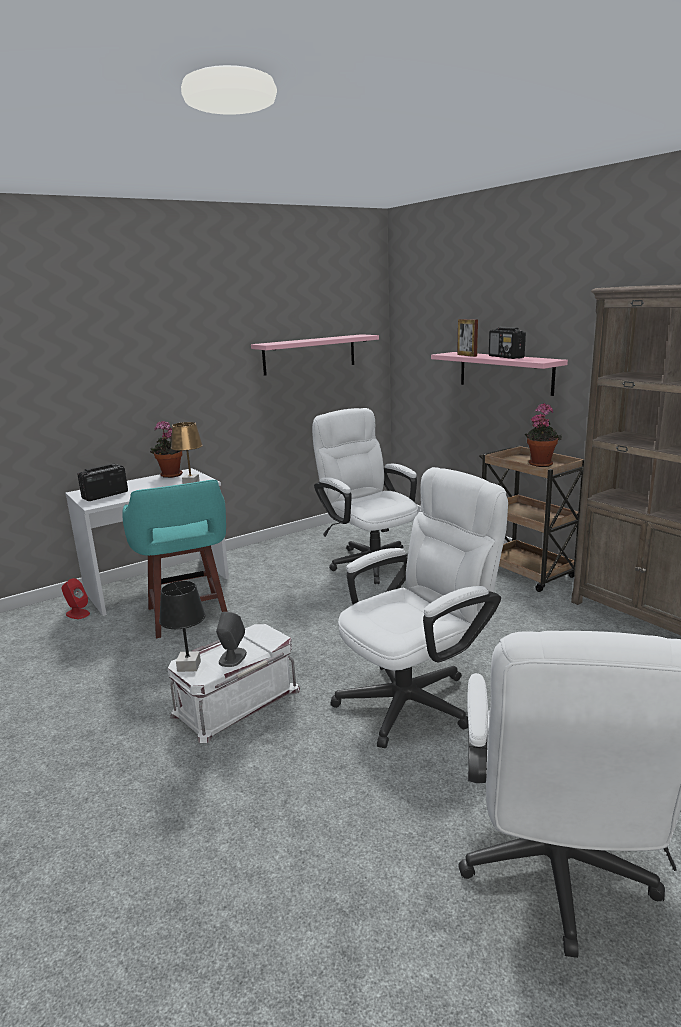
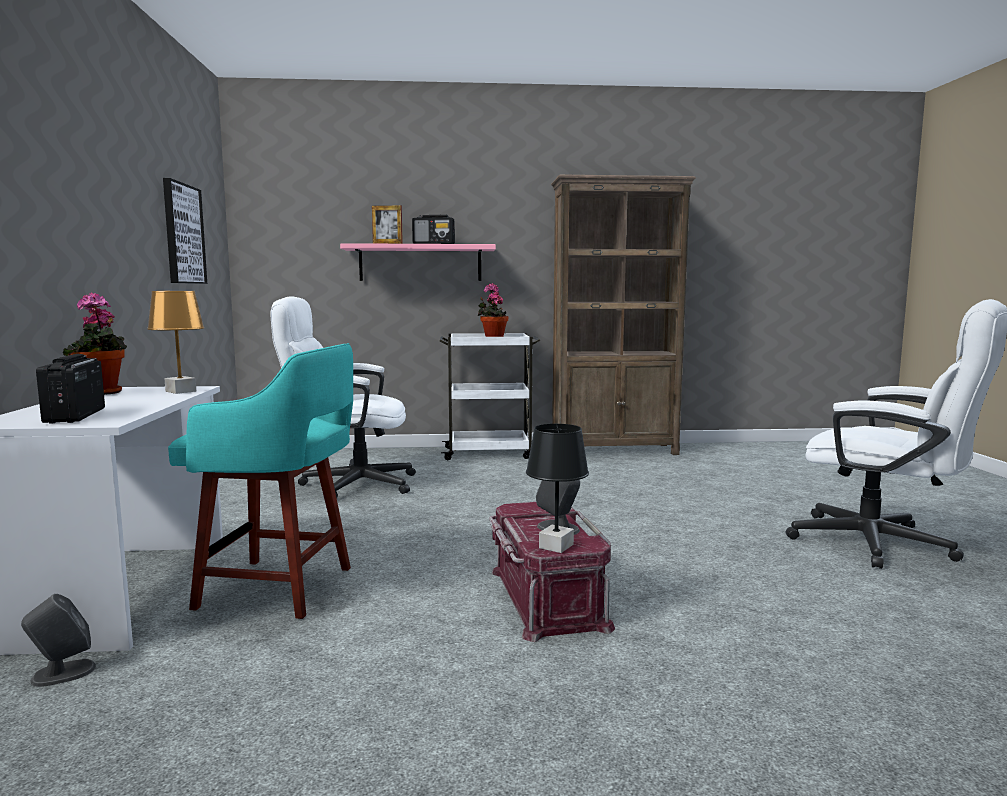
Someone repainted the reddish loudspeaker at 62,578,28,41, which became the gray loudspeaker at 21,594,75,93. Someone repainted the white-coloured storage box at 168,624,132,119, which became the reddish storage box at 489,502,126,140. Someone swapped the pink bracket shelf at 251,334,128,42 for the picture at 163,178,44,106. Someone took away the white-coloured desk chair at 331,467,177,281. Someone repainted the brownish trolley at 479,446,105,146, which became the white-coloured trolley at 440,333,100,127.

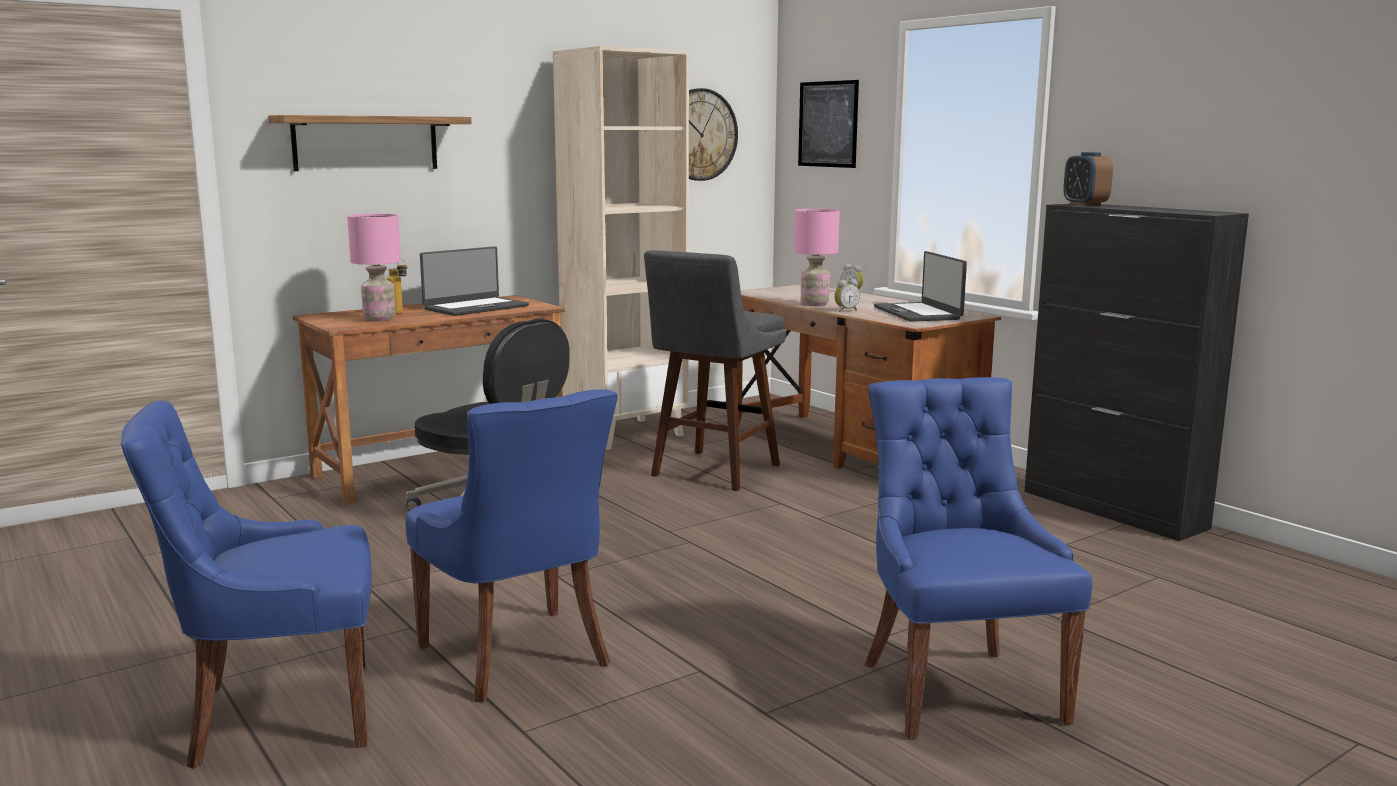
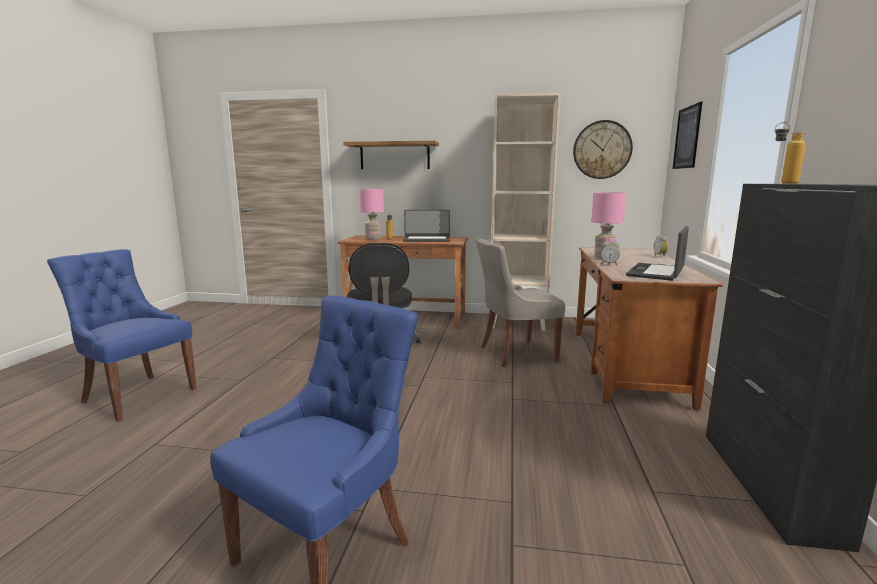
Someone took away the blue-coloured upright chair at 405,390,213,313. Someone swapped the gray sitting stool at 644,250,142,241 for the gray upright chair at 476,239,89,128. Someone swapped the alarm clock at 1063,152,50,54 for the bottle at 775,122,31,61.

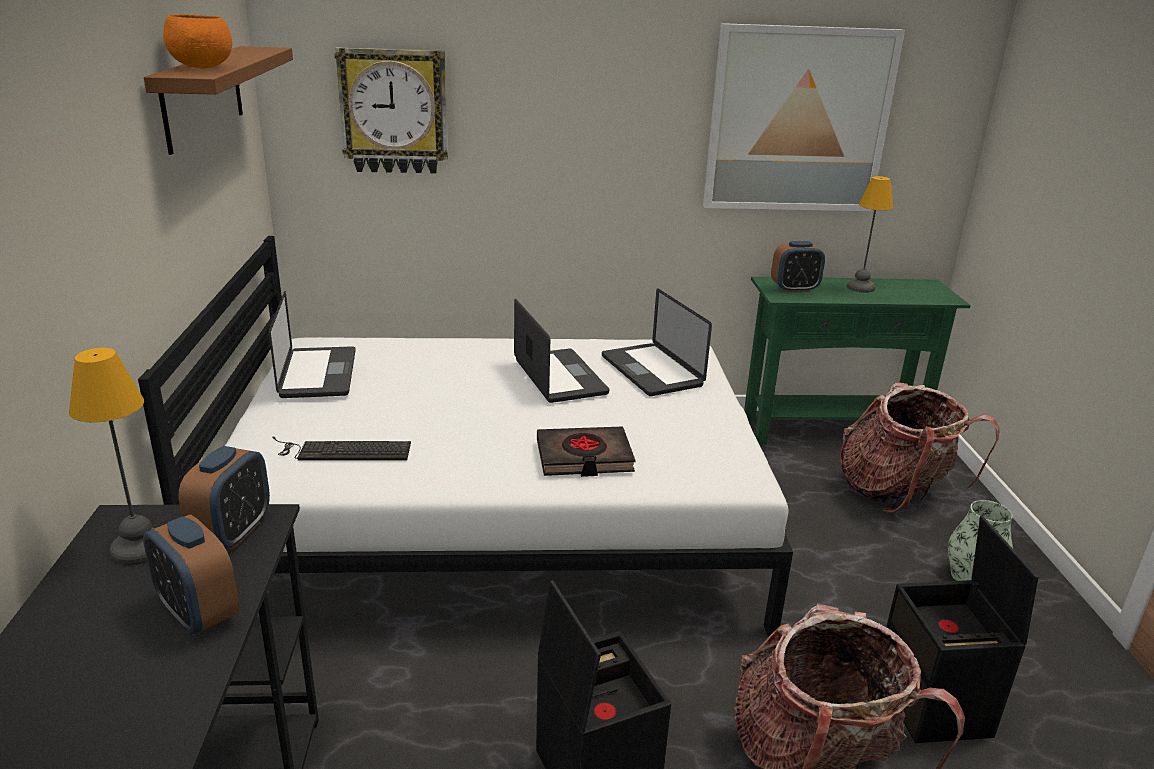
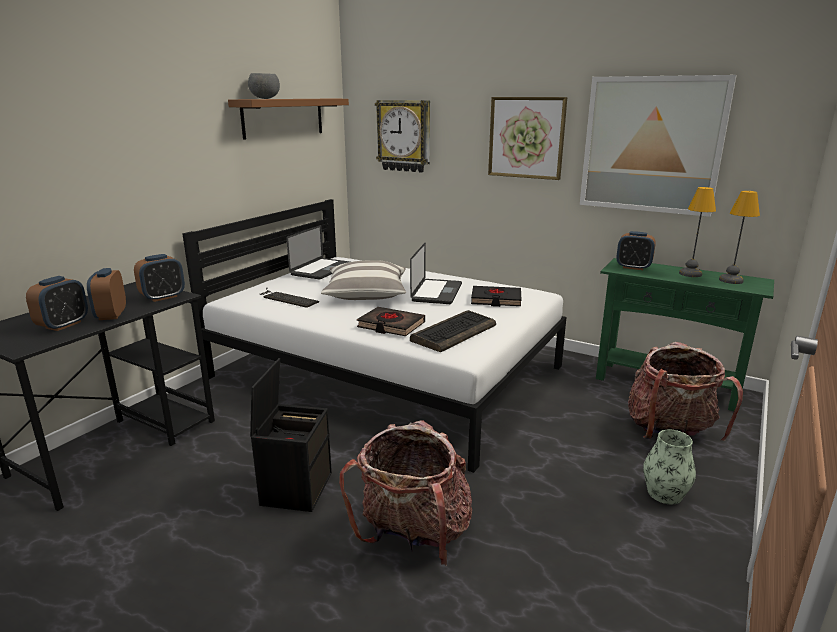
Someone carried the lamp for a table from 69,348,86,217 to 719,191,41,93. Someone repainted the orange-coloured bowl at 163,15,69,53, which became the gray bowl at 248,73,32,26. Someone swapped the laptop at 602,288,110,108 for the blackish bound book at 471,286,51,21. Someone took away the blackish storage box at 886,516,152,227. Someone put down the alarm clock at 26,276,62,55. Someone put down the cushion at 321,260,85,40. Someone put down the keyboard at 410,310,86,42. Someone put up the picture at 488,97,79,83.

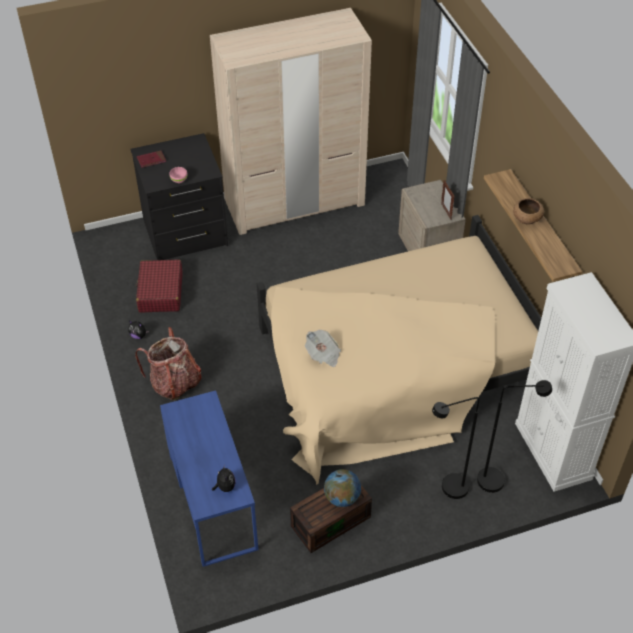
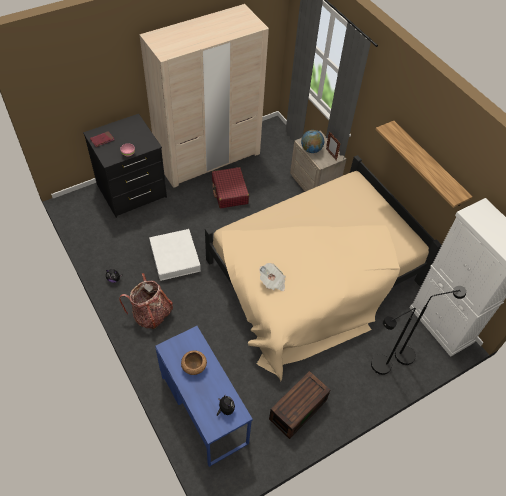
Someone carried the reddish travel case from 136,259,47,54 to 212,167,37,42. Someone carried the world globe from 324,469,37,38 to 301,130,23,23. Someone carried the brownish bowl from 513,198,31,27 to 181,350,26,25. Someone put down the white-coloured storage box at 149,229,52,52.

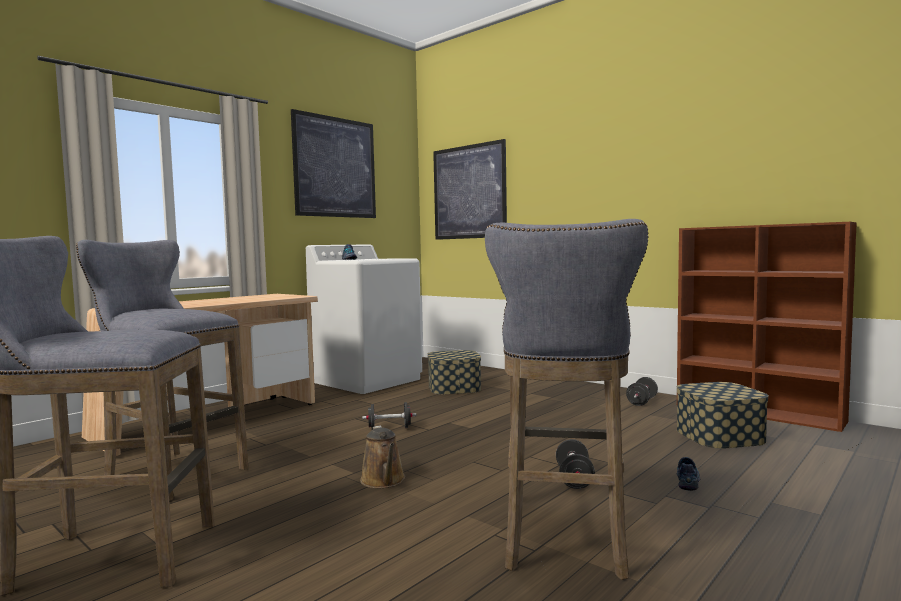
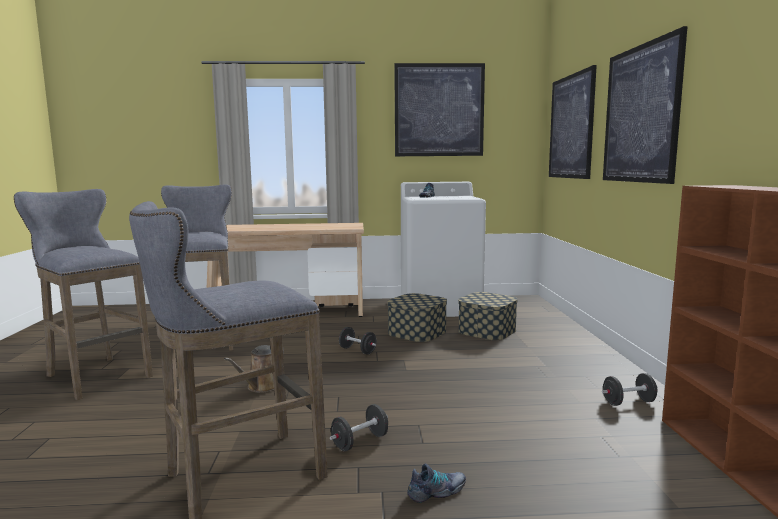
Someone carried the storage box from 676,382,93,67 to 387,293,60,49. Someone put up the picture at 603,26,85,158.

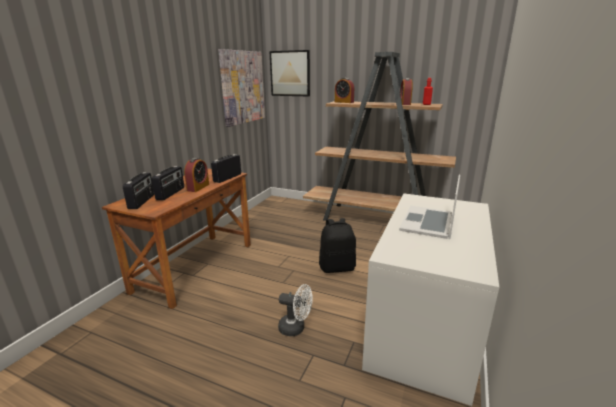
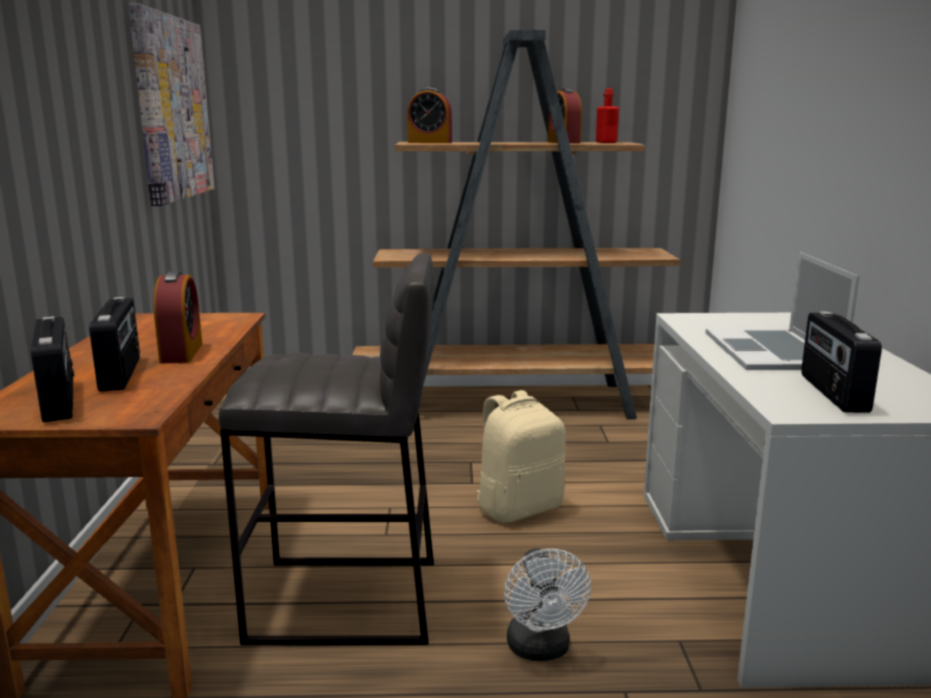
Someone carried the radio from 211,154,30,29 to 801,312,81,101. Someone took away the picture at 269,50,41,46. Someone rotated the white-coloured electric fan at 278,284,35,52 by 90 degrees clockwise. Someone repainted the blackish backpack at 319,218,37,55, which became the sand-coloured backpack at 476,390,90,133. Someone put down the gray sitting stool at 219,253,215,392.

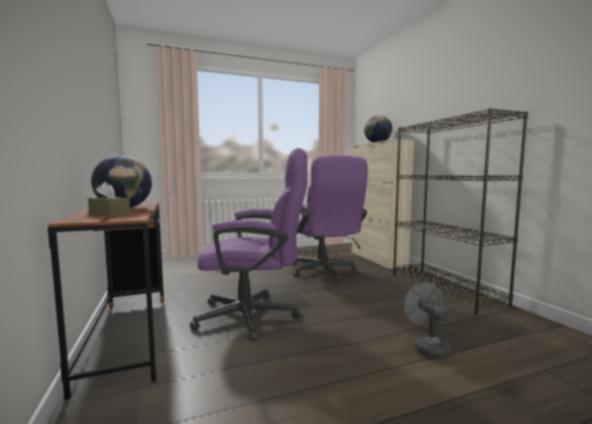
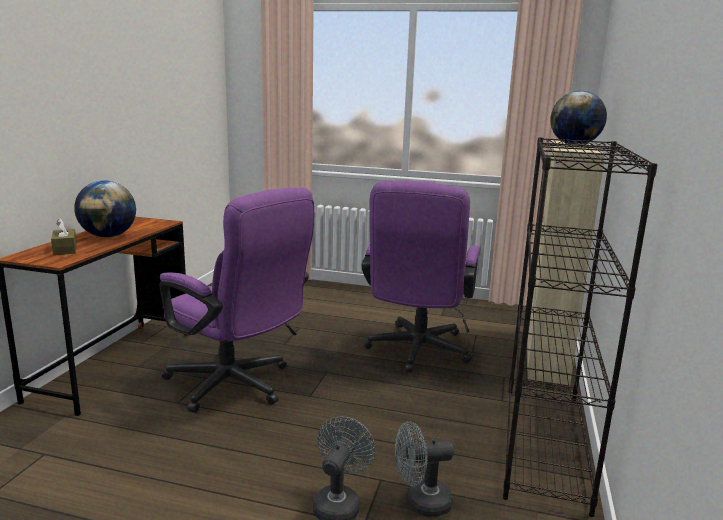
Someone put down the gray electric fan at 395,421,59,96.

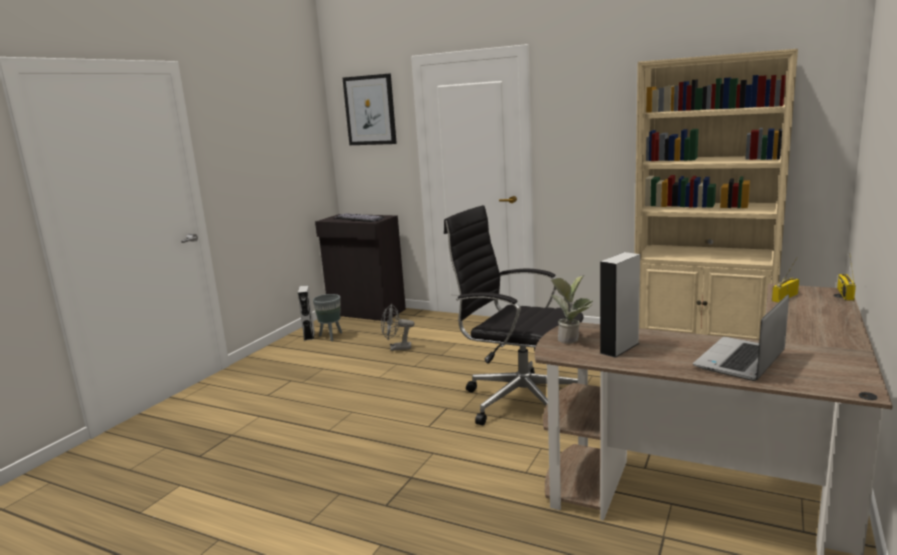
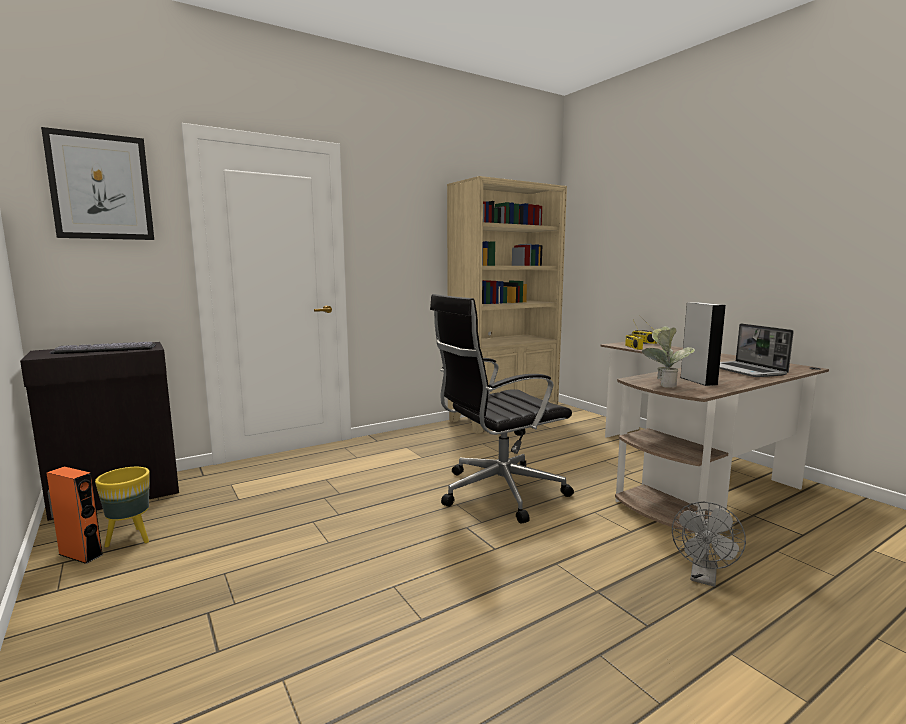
Someone repainted the gray loudspeaker at 298,285,17,55, which became the orange-coloured loudspeaker at 46,466,57,98. Someone repainted the gray flower pot at 313,294,29,47, which became the yellowish flower pot at 95,467,55,80. Someone carried the gray electric fan from 381,304,33,47 to 672,502,74,85.

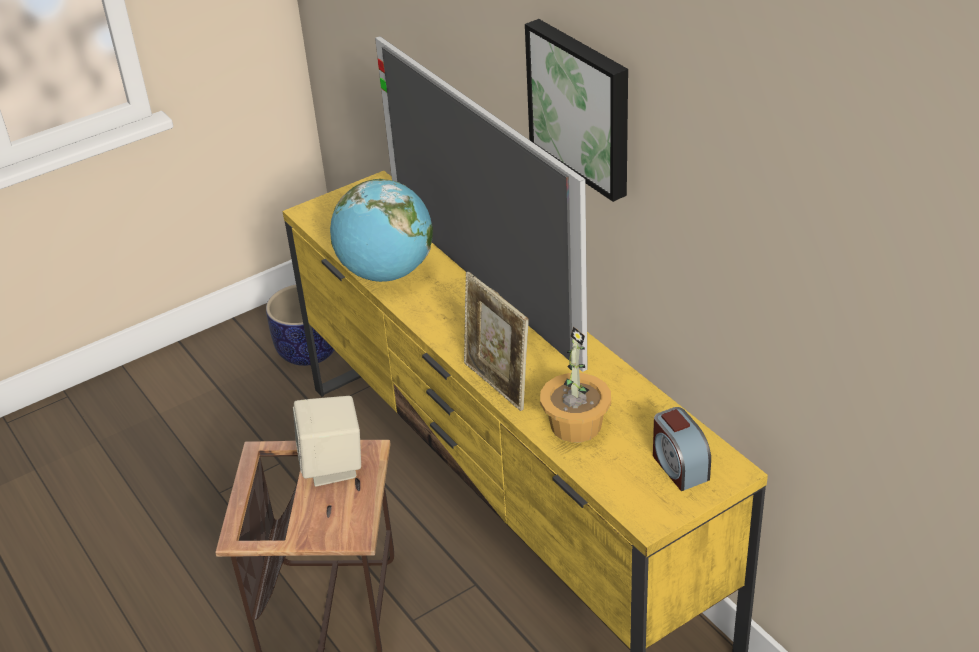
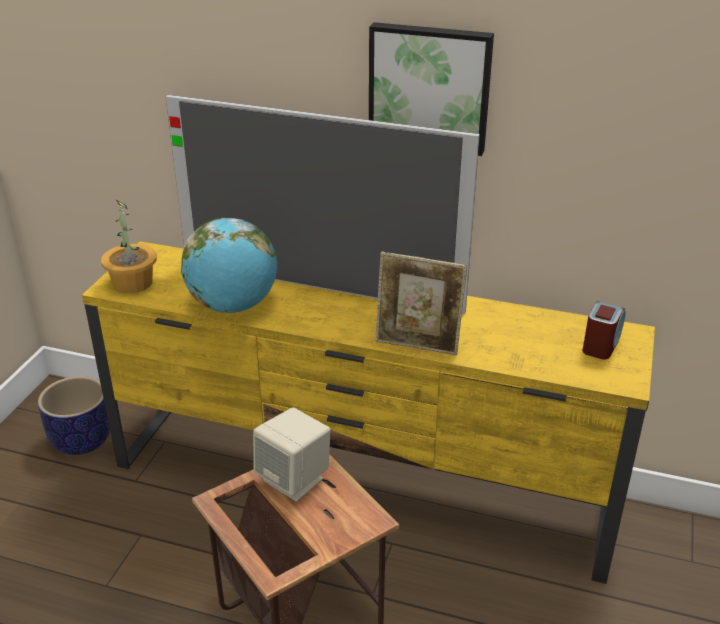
Someone carried the potted plant from 540,326,71,116 to 101,200,56,93. Someone rotated the alarm clock at 653,407,58,84 by 90 degrees counterclockwise.

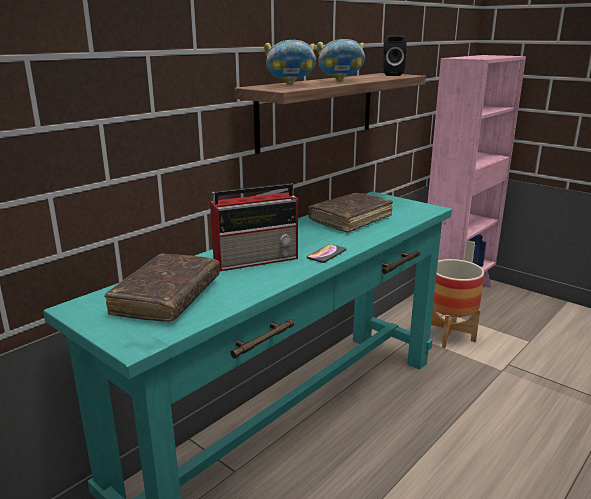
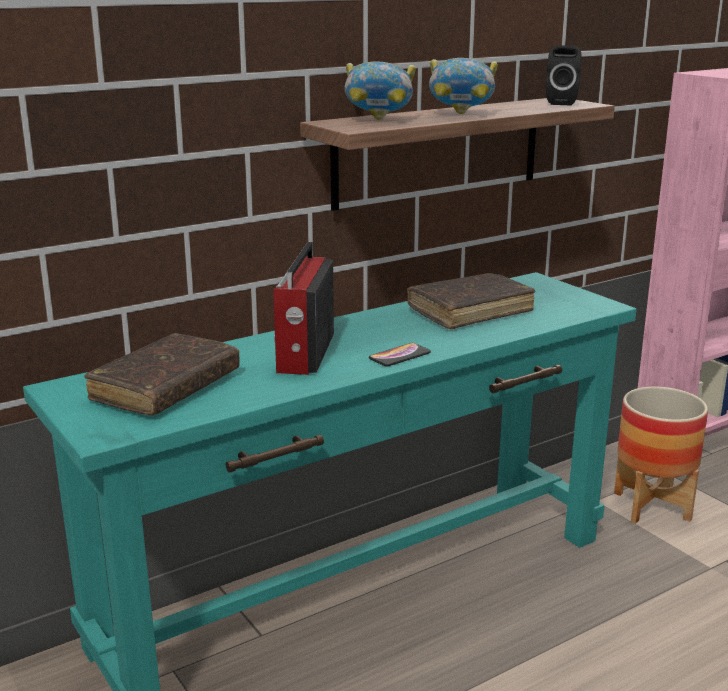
Someone rotated the radio at 210,183,88,88 by 105 degrees clockwise.

